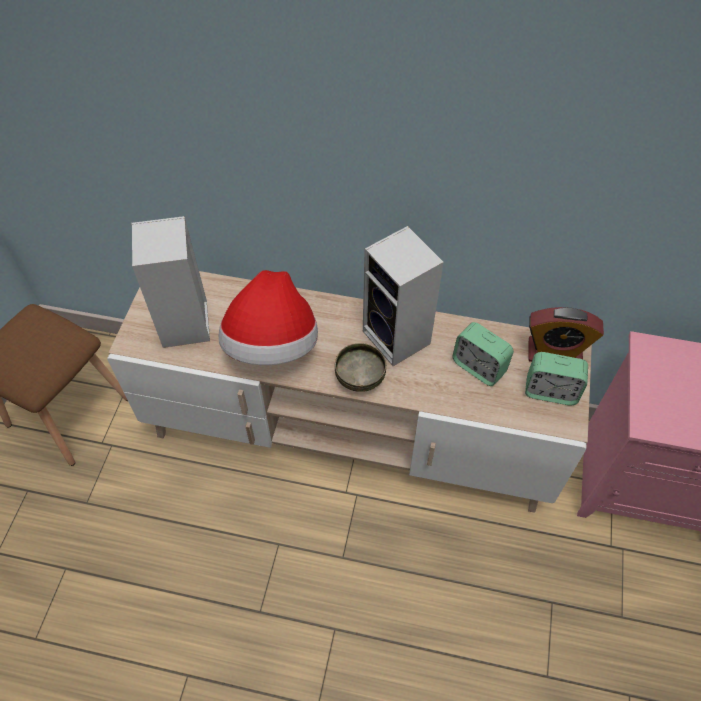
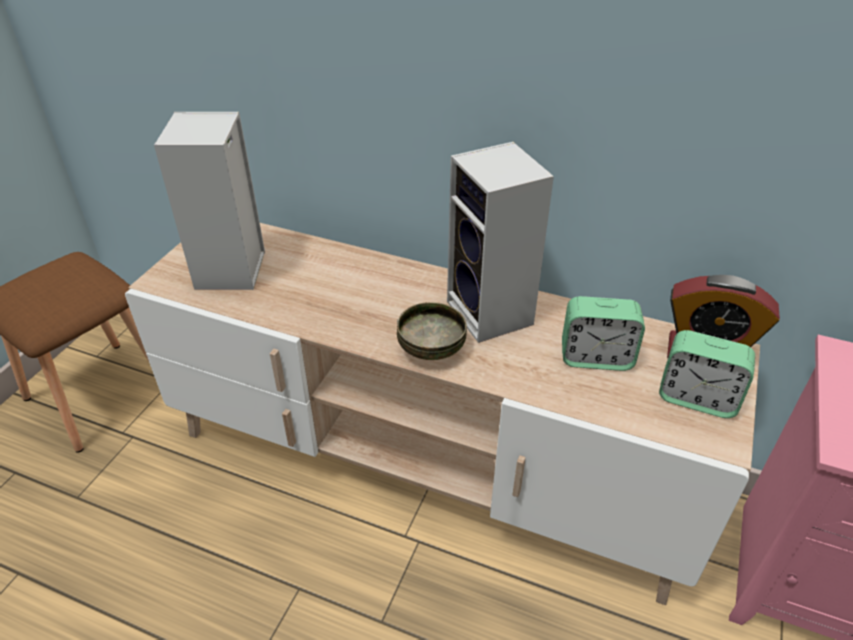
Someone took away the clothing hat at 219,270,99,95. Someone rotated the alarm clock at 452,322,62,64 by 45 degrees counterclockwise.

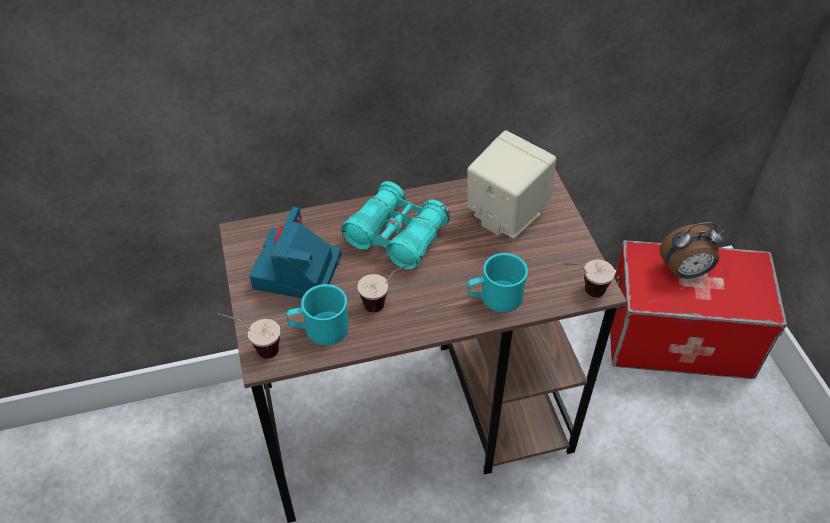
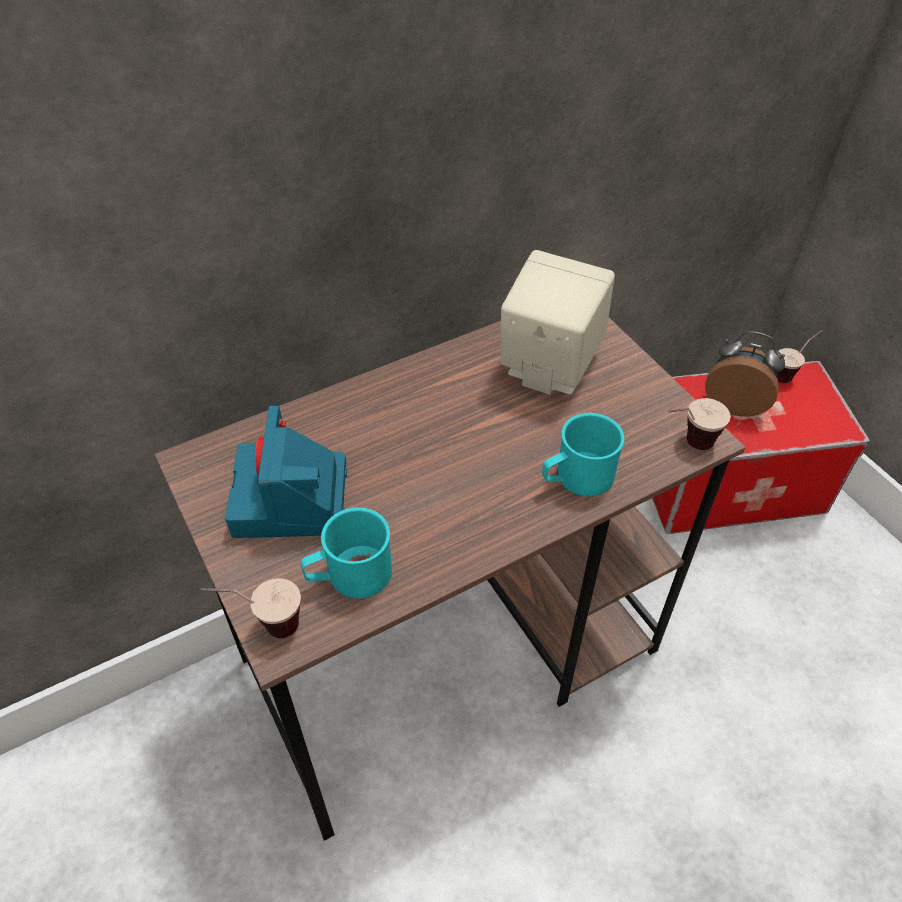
Someone took away the turquoise-coloured pair of binoculars at 341,181,109,89. Someone carried the drinking cup from 357,263,56,49 to 777,330,46,53. Someone rotated the alarm clock at 659,223,65,55 by 135 degrees counterclockwise.

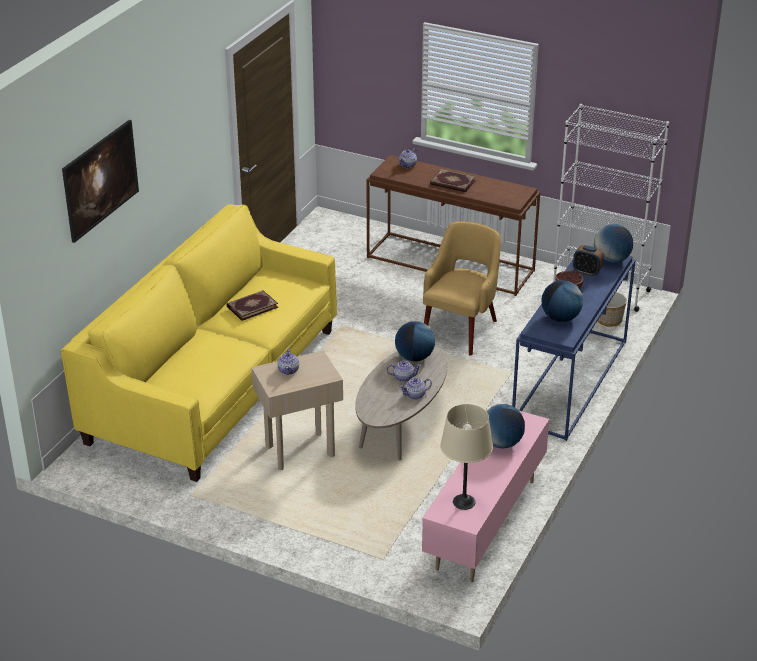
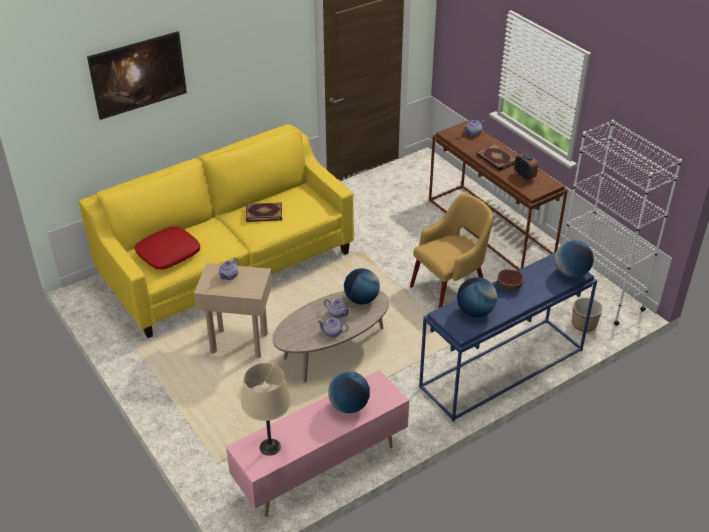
Someone carried the alarm clock from 573,245,31,32 to 514,153,24,28. Someone put down the reddish cushion at 135,226,65,44.

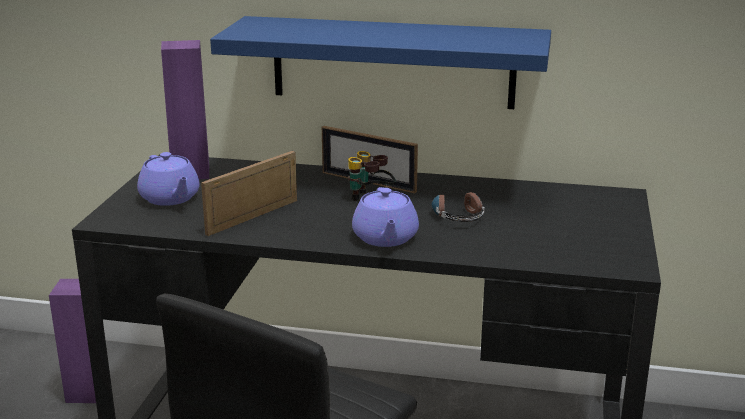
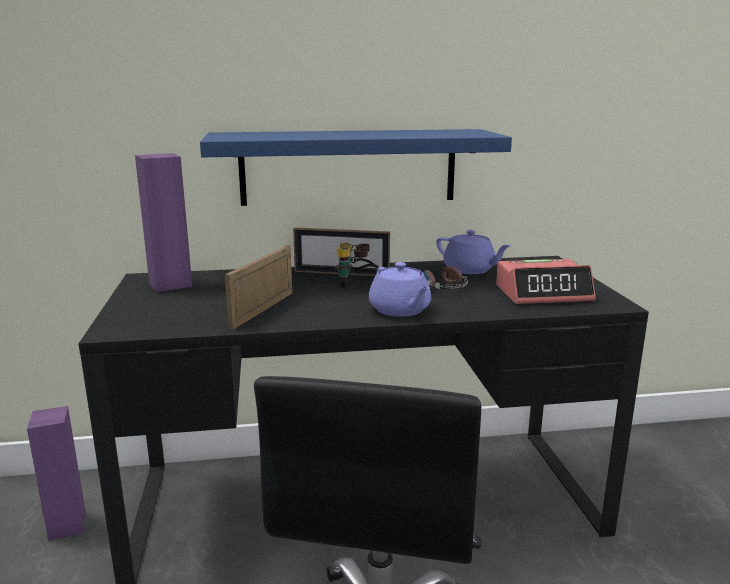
Someone carried the purplish teapot from 137,152,63,54 to 436,230,75,44. Someone put down the alarm clock at 496,259,100,45.

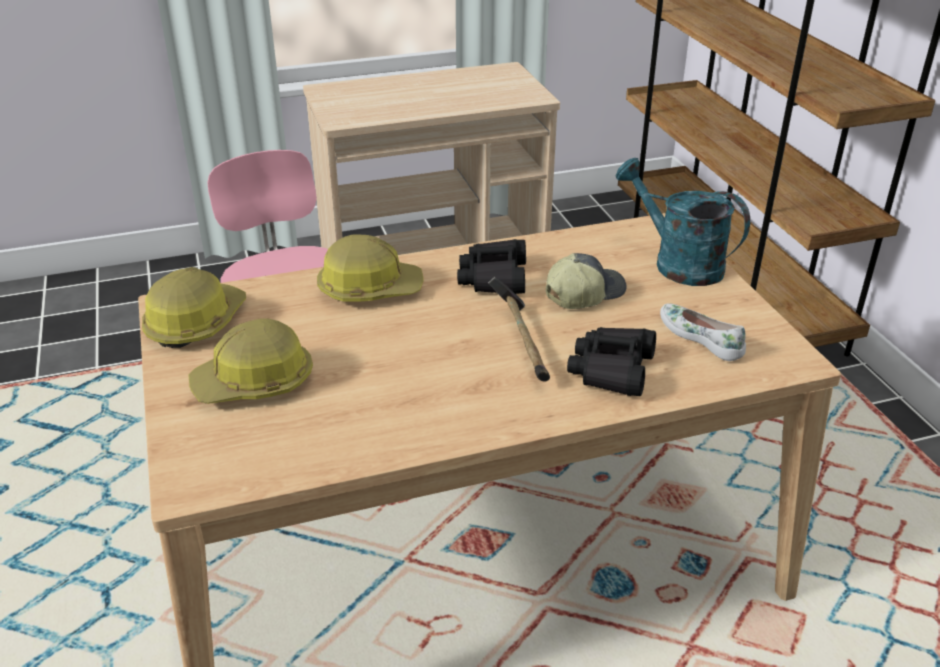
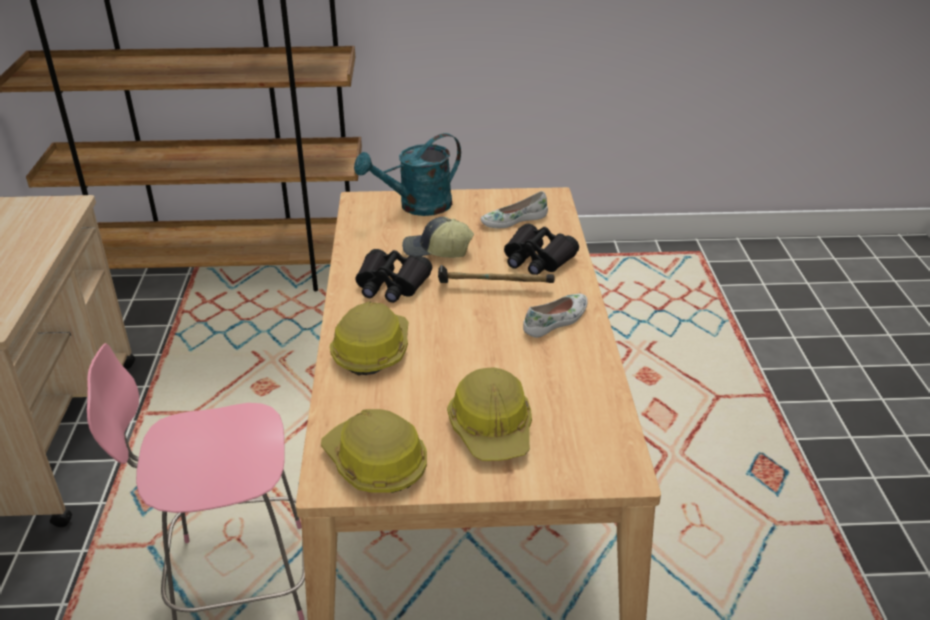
Someone rotated the peaked cap at 546,253,81,56 by 60 degrees counterclockwise. Someone put down the white-coloured low shoe at 523,294,65,44.

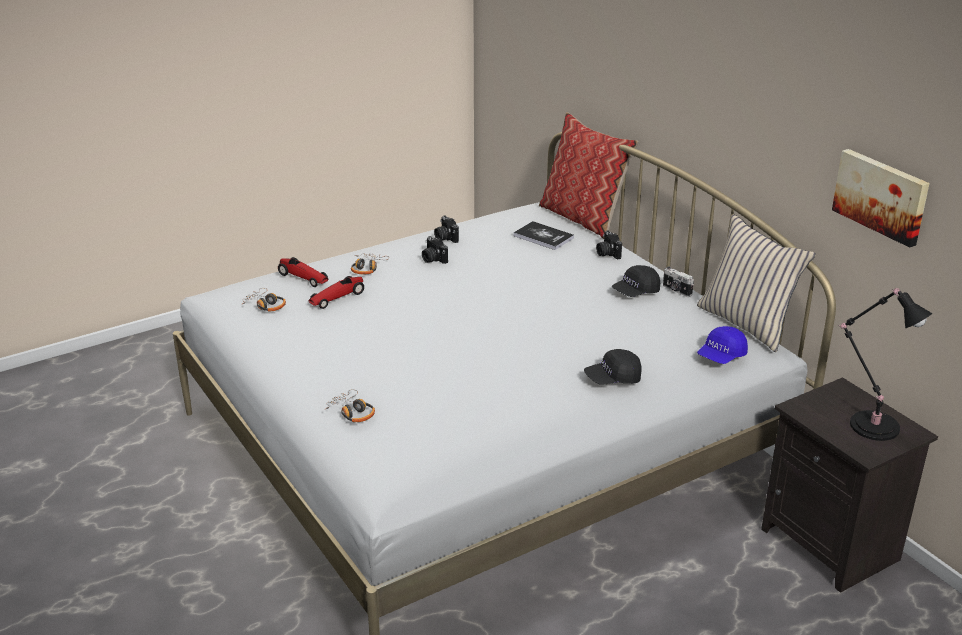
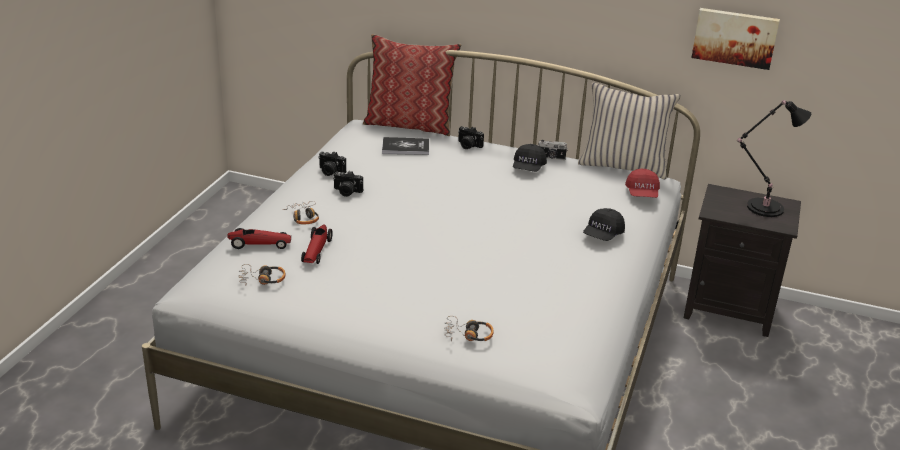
Someone repainted the blue-coloured peaked cap at 697,326,51,38, which became the reddish peaked cap at 625,169,35,29.

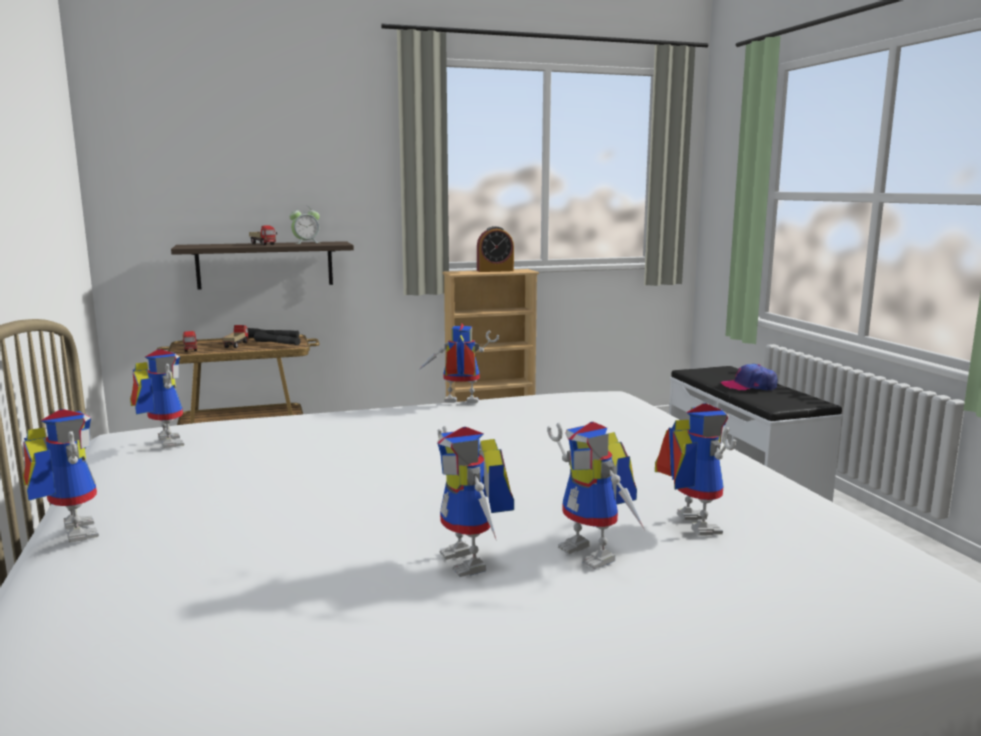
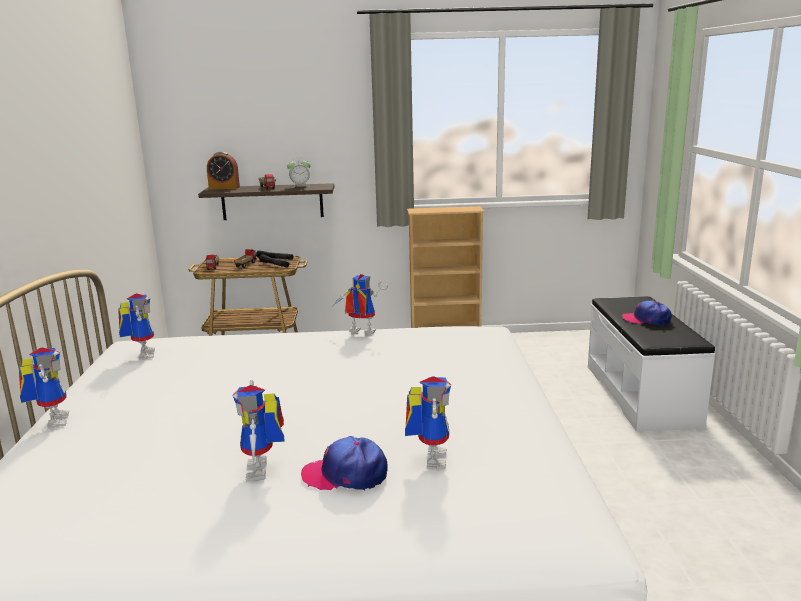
Someone carried the alarm clock from 477,226,37,46 to 207,152,33,37. Someone swapped the model robot at 547,422,98,147 for the peaked cap at 301,436,87,55.

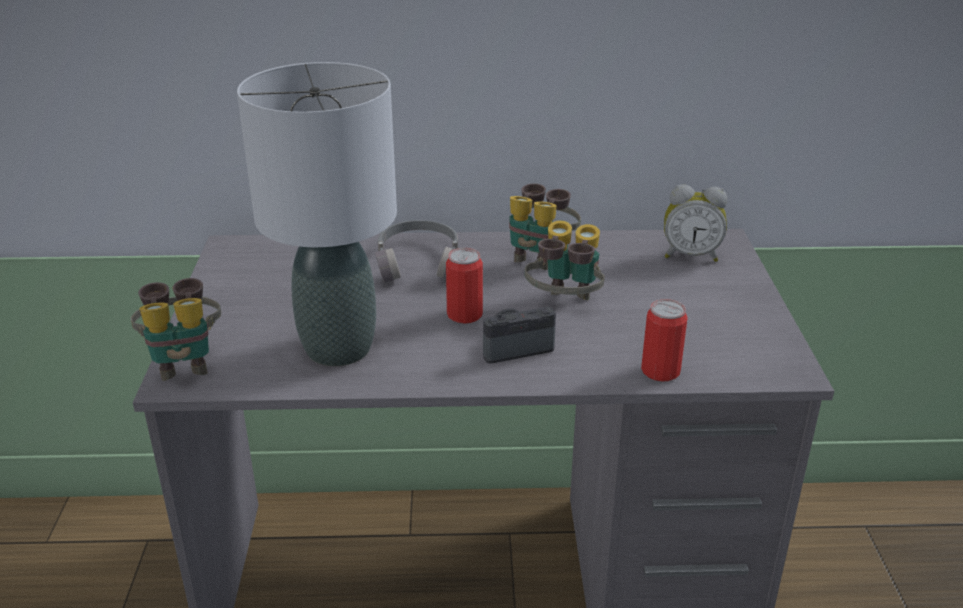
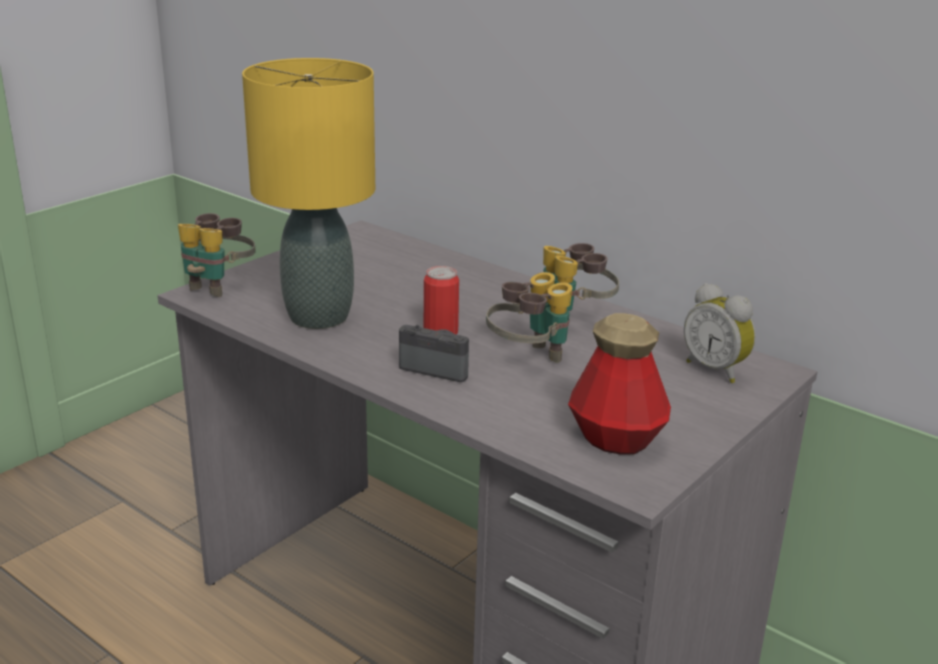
Someone repainted the gray lamp for a table at 237,62,160,304, which became the yellowish lamp for a table at 242,58,133,271. Someone took away the gray headset at 375,220,83,63. Someone took away the sealed can at 641,299,47,83. Someone put down the bottle at 568,313,103,142.

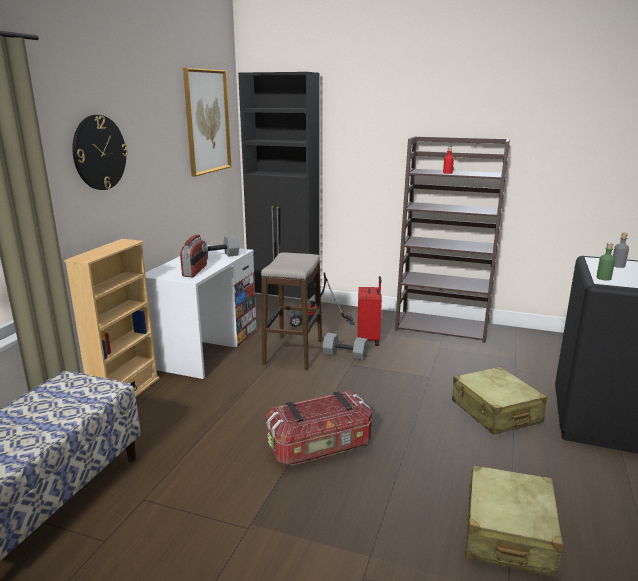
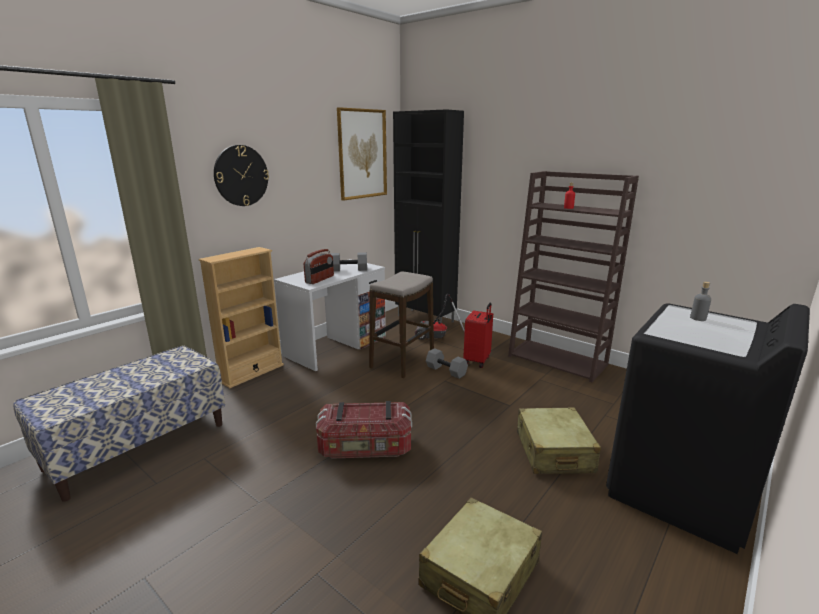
Someone took away the greenish bottle at 597,243,18,38.

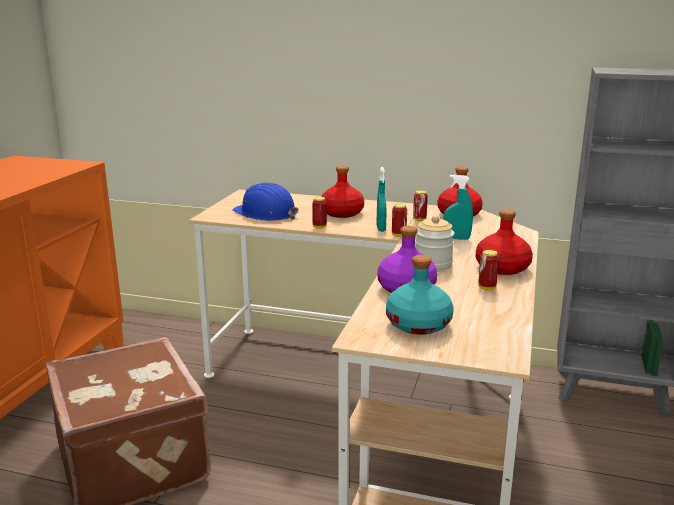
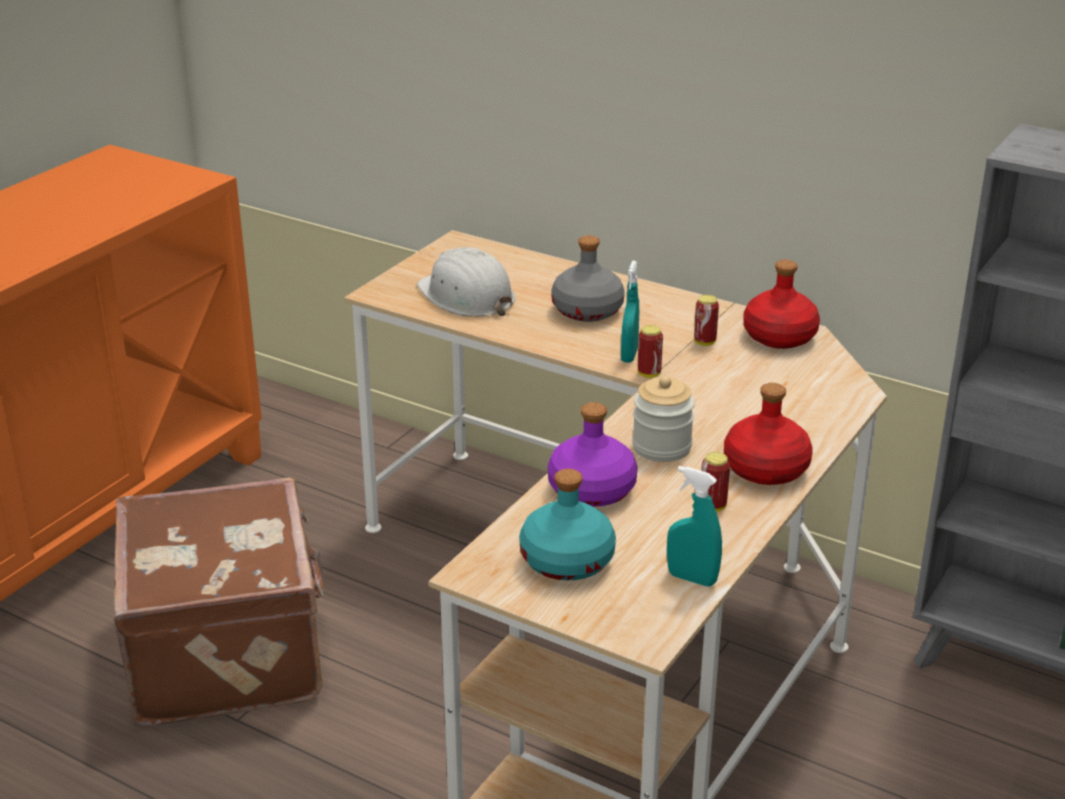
Someone repainted the blue-coloured work helmet at 233,183,65,38, which became the white-coloured work helmet at 417,247,98,69. Someone took away the sealed can at 312,197,15,32. Someone repainted the reddish bottle at 321,166,43,52, which became the gray bottle at 551,235,74,87. Someone carried the turquoise-coloured spray bottle from 443,175,30,65 to 667,466,55,121.

